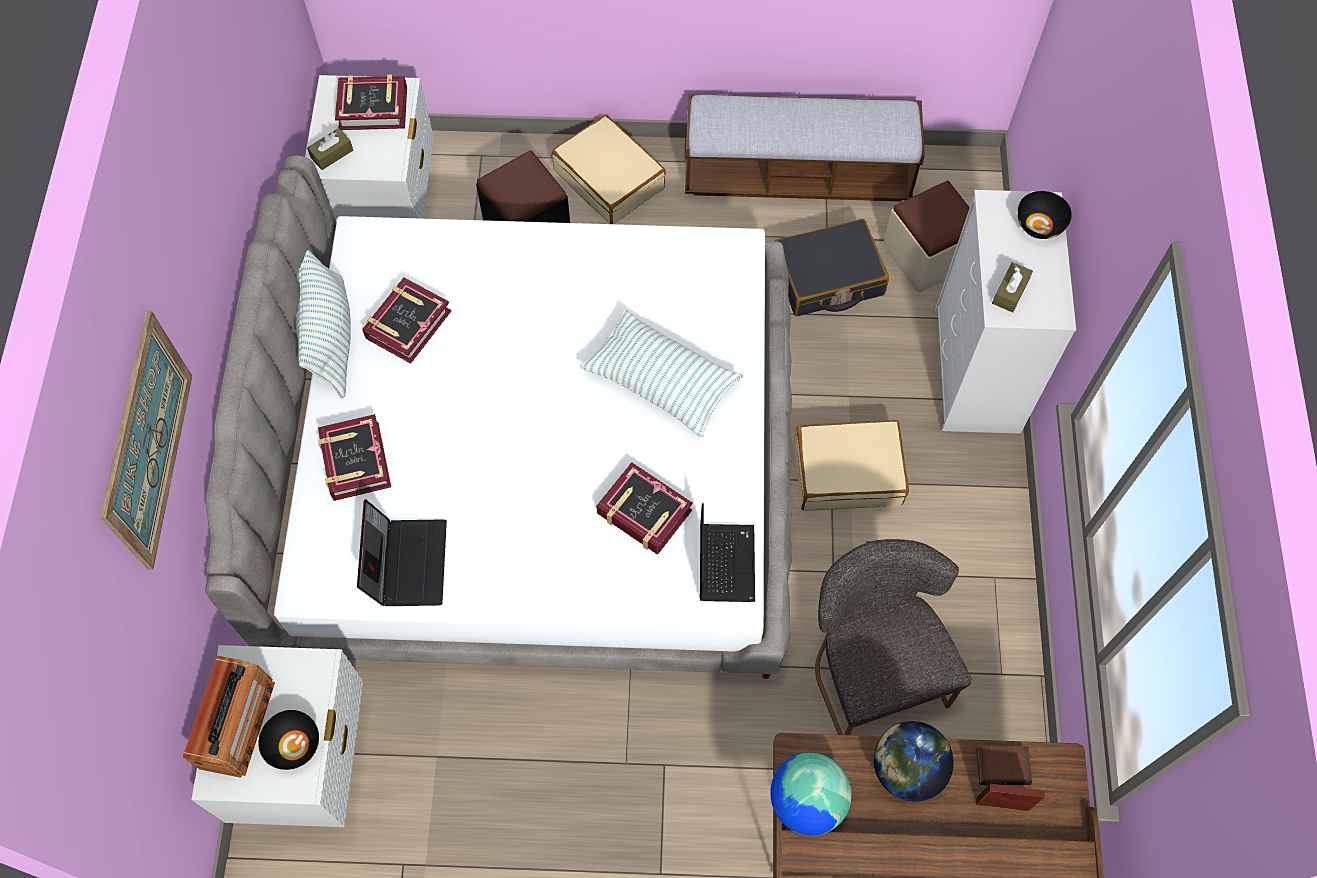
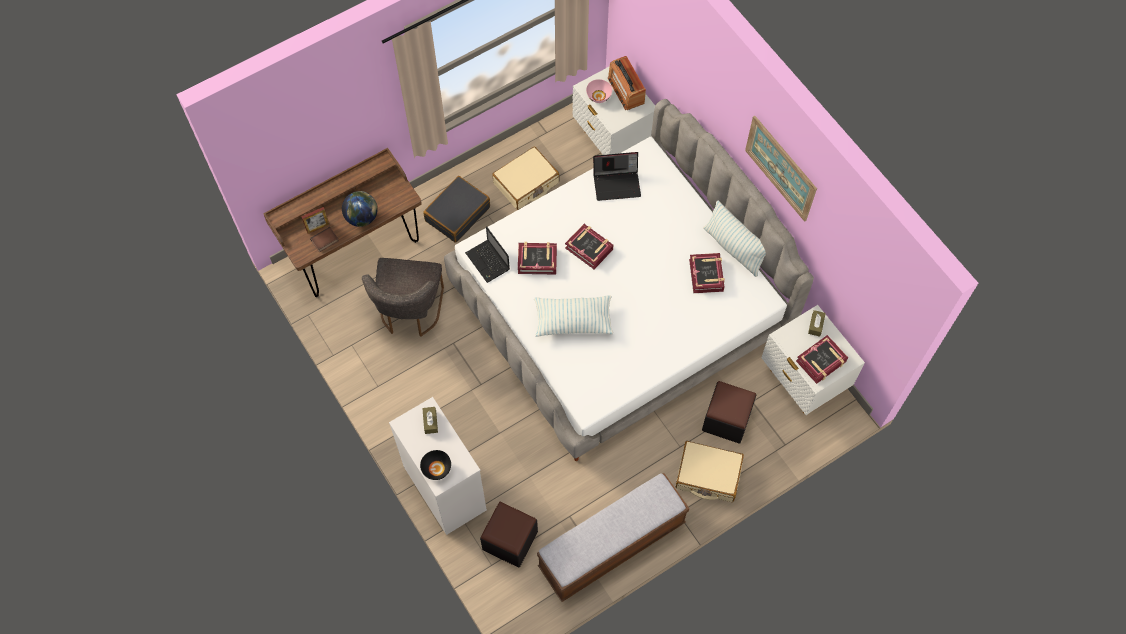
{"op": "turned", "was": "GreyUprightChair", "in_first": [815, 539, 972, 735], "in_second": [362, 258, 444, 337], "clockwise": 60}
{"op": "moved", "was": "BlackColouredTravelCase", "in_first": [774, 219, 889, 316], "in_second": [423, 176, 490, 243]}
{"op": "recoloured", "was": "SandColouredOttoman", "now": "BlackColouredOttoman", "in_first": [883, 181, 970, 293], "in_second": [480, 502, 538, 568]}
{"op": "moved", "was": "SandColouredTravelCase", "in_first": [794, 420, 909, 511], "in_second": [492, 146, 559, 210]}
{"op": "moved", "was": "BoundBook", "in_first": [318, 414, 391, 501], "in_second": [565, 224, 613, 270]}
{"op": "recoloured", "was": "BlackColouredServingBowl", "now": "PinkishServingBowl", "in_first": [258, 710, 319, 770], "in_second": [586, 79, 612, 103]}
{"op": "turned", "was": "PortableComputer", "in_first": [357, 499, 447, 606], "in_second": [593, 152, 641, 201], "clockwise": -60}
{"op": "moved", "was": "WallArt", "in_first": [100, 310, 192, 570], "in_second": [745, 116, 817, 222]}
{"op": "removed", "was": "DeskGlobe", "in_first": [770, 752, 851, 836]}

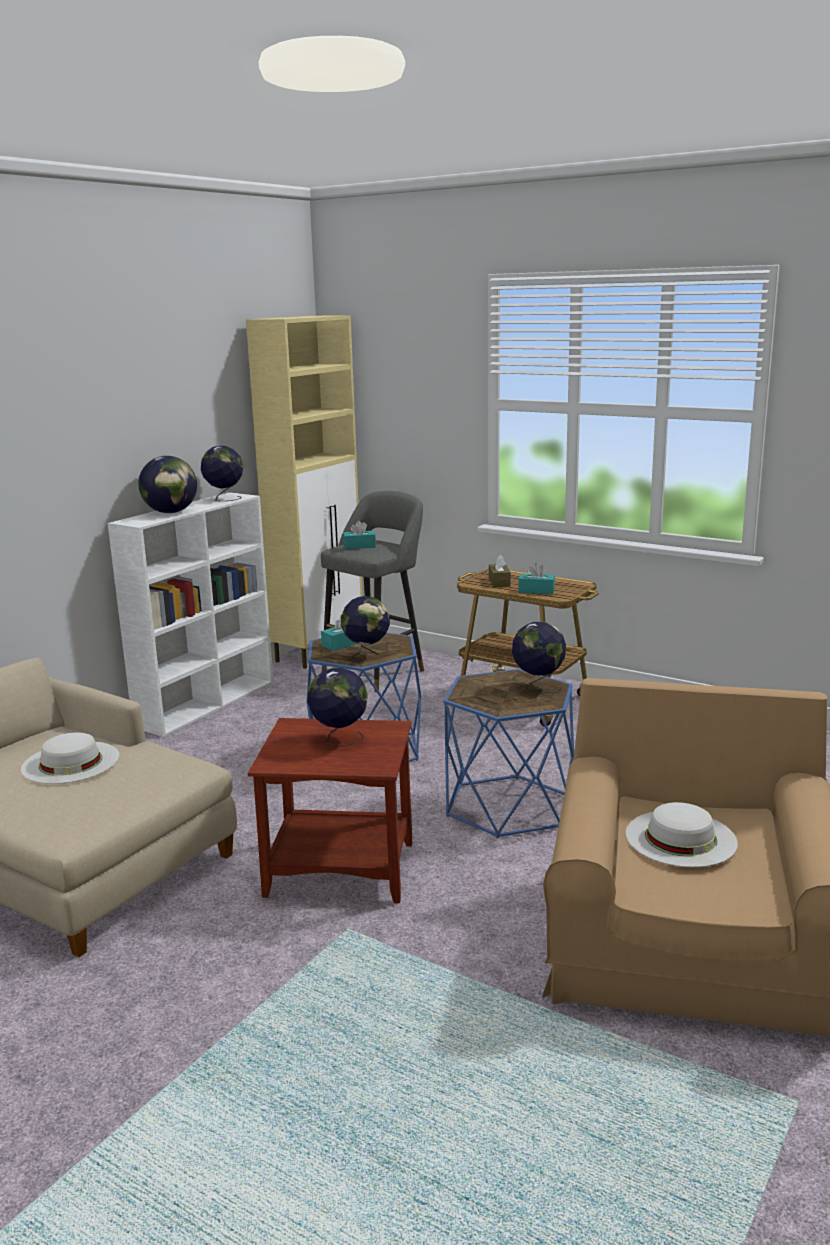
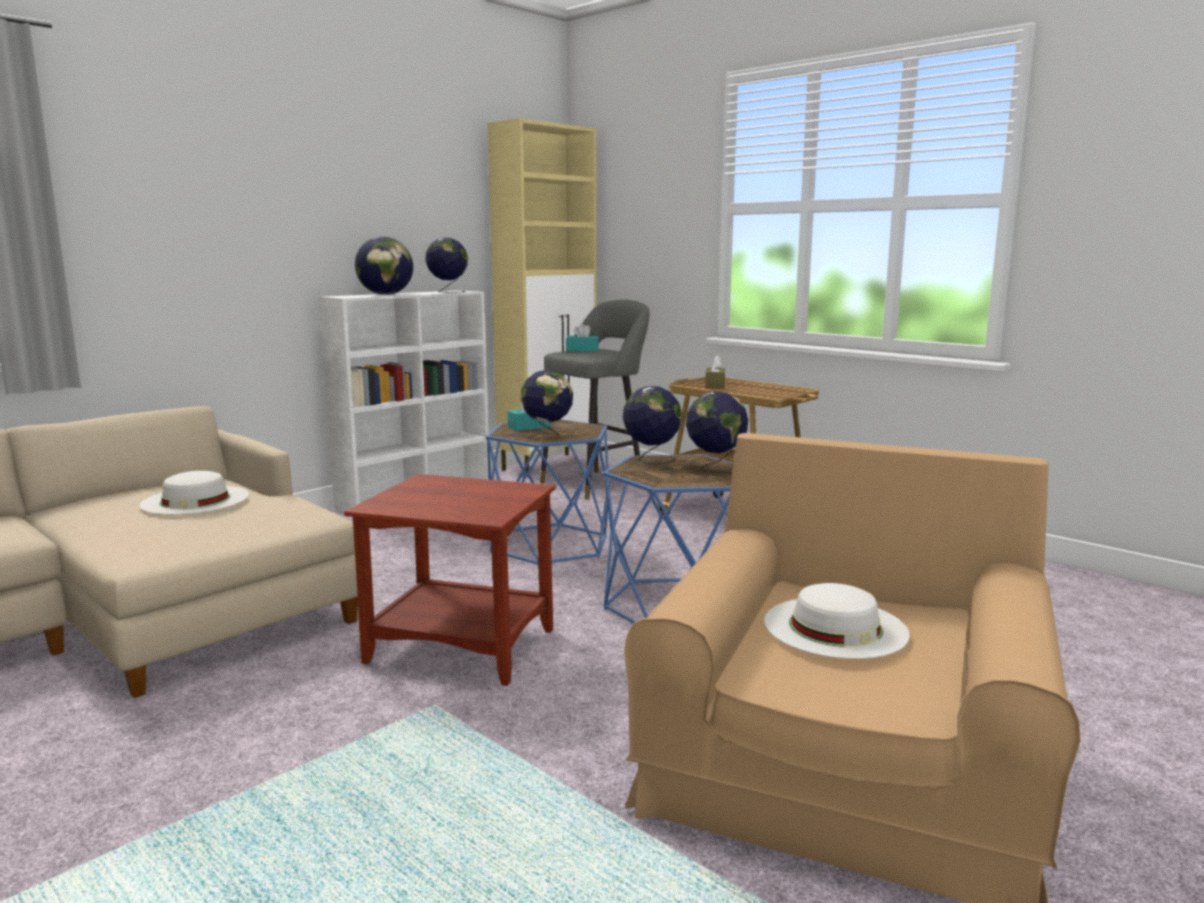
{"op": "moved", "was": "DeskGlobe", "in_first": [307, 667, 368, 746], "in_second": [622, 386, 682, 464]}
{"op": "removed", "was": "BlueGreenTissueBox", "in_first": [518, 563, 555, 594]}

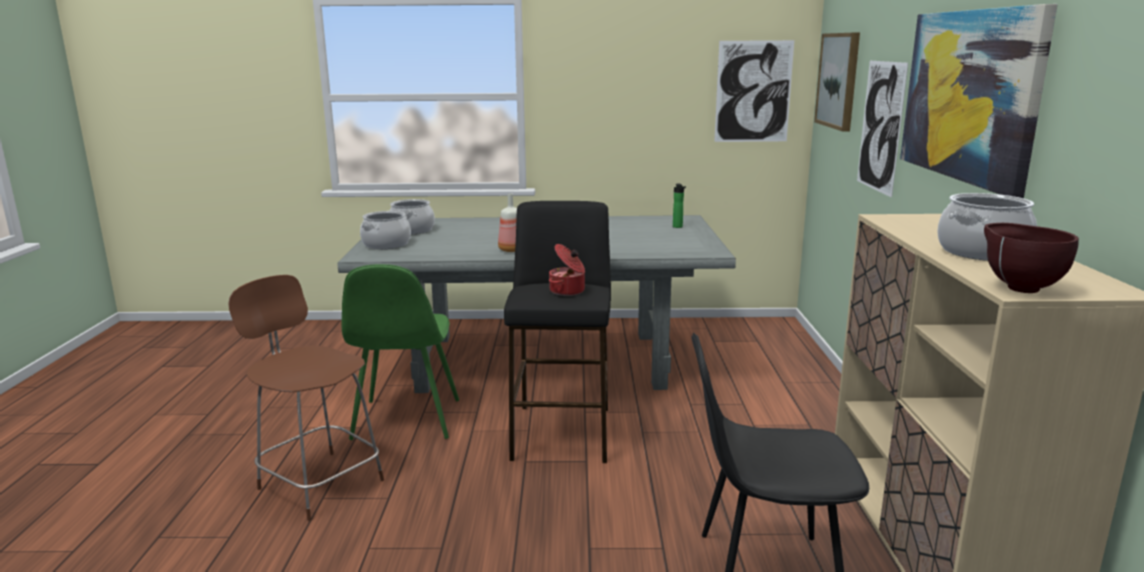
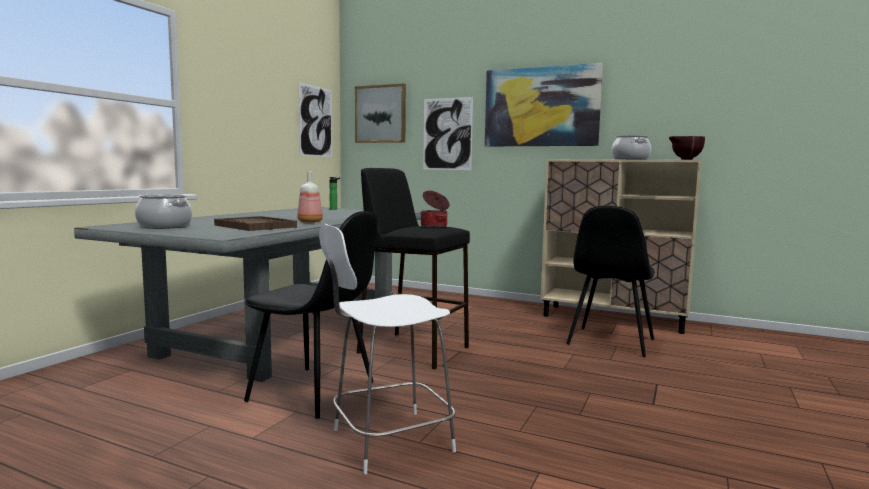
{"op": "added", "now": "BrownColouredServingTray", "in_second": [214, 216, 297, 231]}
{"op": "recoloured", "was": "GreenColouredUprightChair", "now": "BlackColouredUprightChair", "in_first": [341, 264, 459, 440], "in_second": [244, 211, 378, 419]}
{"op": "recoloured", "was": "BrownColouredSittingStool", "now": "WhiteSittingStool", "in_first": [228, 275, 384, 521], "in_second": [319, 224, 456, 474]}
{"op": "removed", "was": "Stockpot", "in_first": [360, 211, 411, 249]}

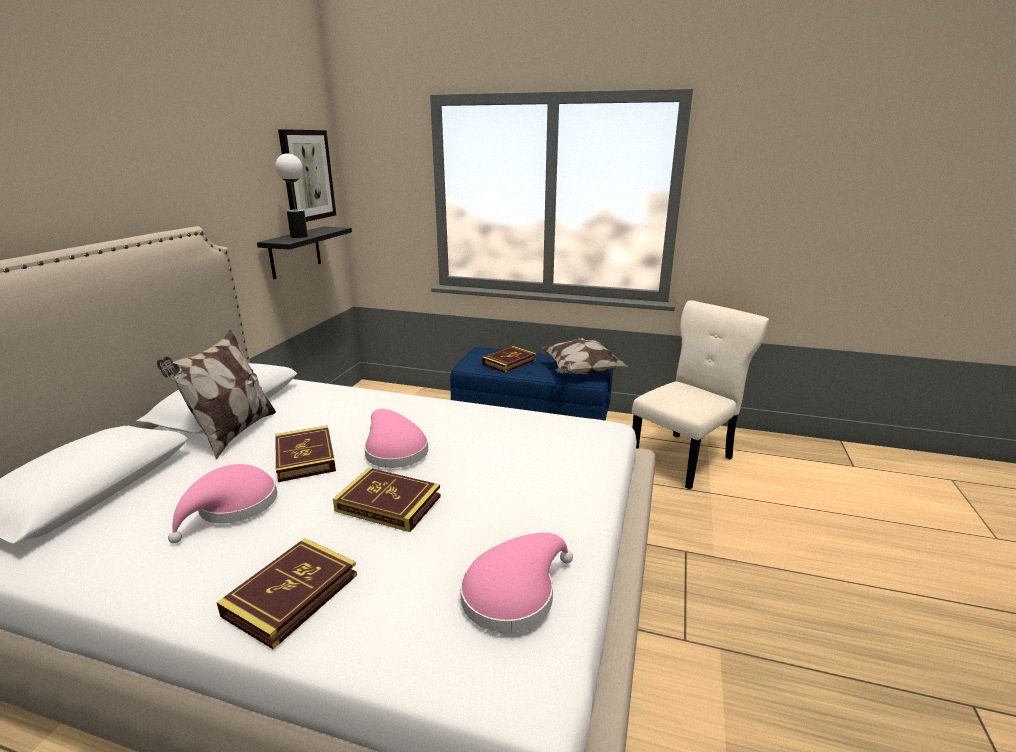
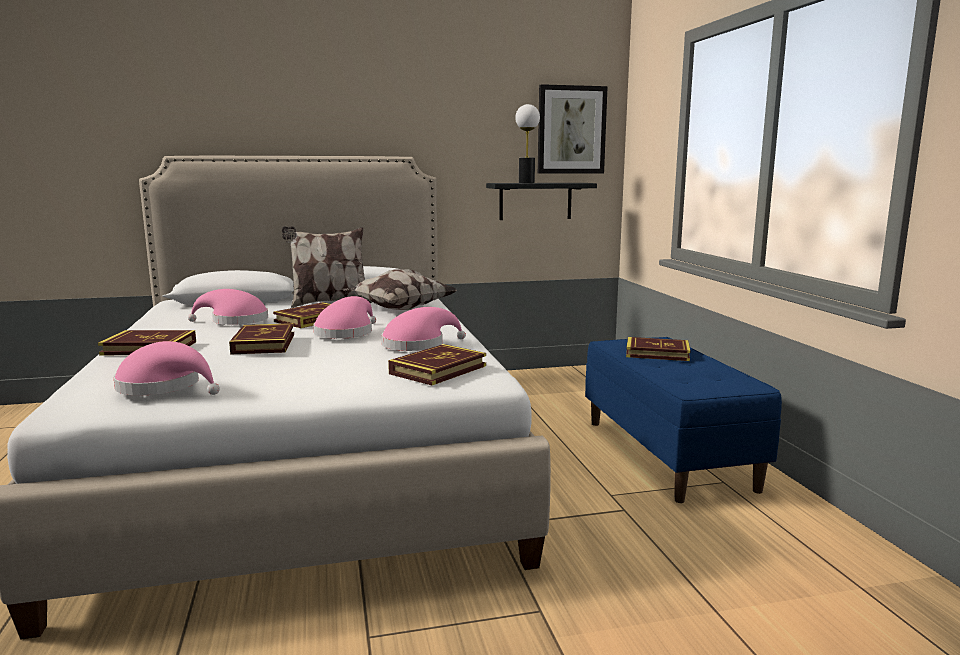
{"op": "moved", "was": "Pillow", "in_first": [541, 338, 628, 374], "in_second": [340, 269, 457, 310]}
{"op": "added", "now": "PinkishClothingHat", "in_second": [381, 307, 466, 351]}
{"op": "added", "now": "BoundBook", "in_second": [388, 344, 486, 385]}
{"op": "removed", "was": "SandColouredUprightChair", "in_first": [632, 300, 769, 490]}

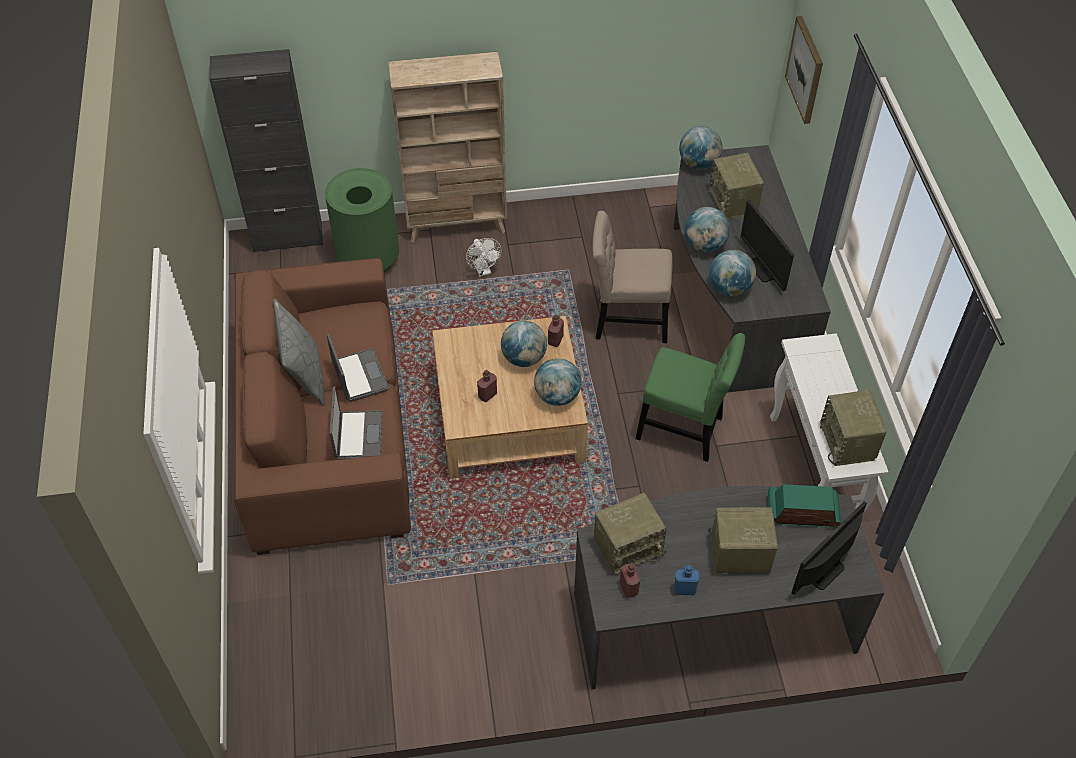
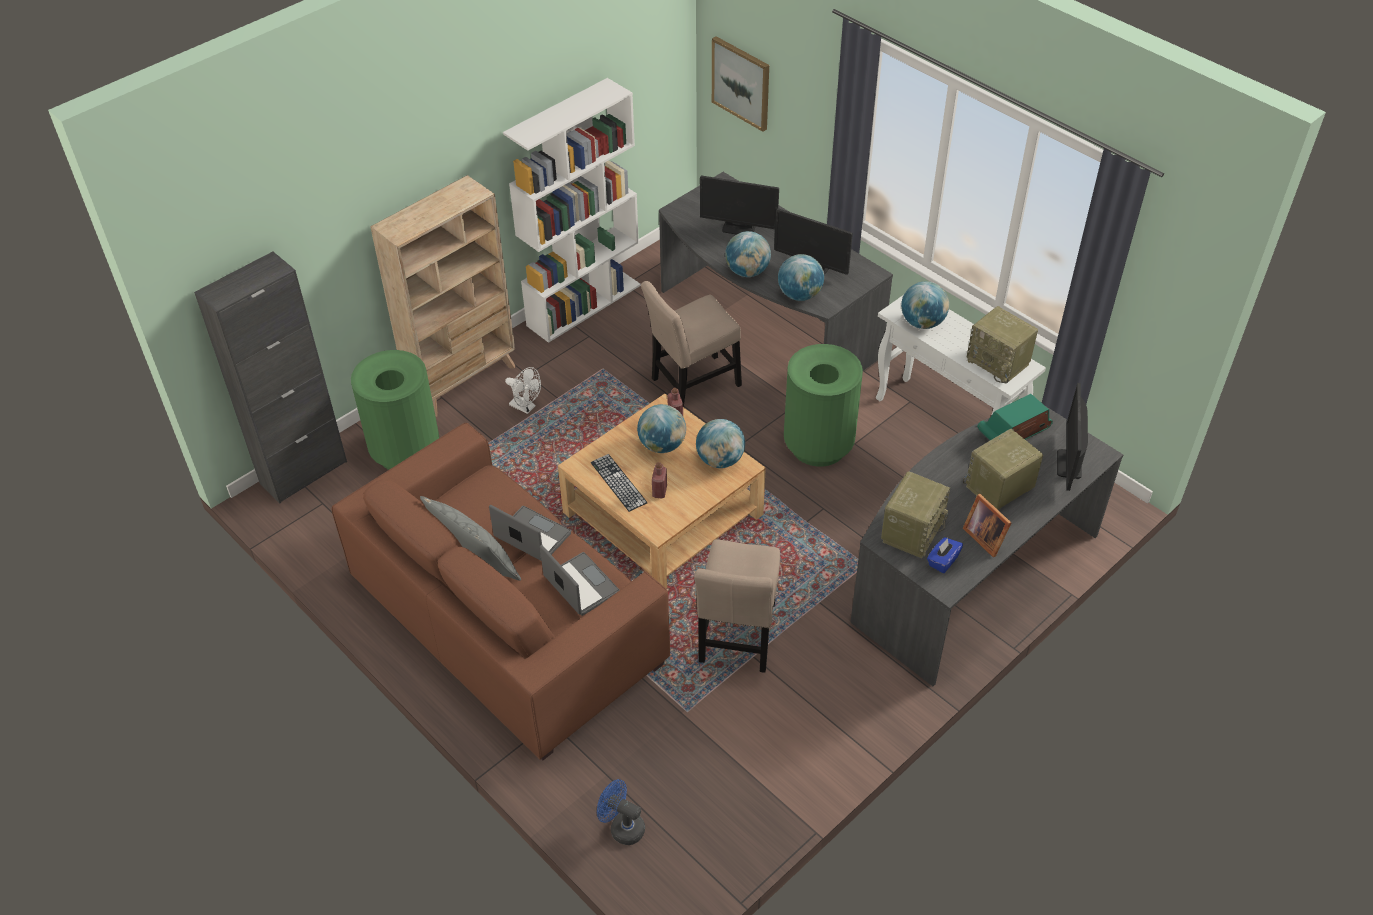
{"op": "added", "now": "WhiteBookshelf", "in_second": [503, 78, 641, 343]}
{"op": "added", "now": "PcKeyboard", "in_second": [591, 454, 648, 512]}
{"op": "added", "now": "BlueColouredElectricFan", "in_second": [597, 779, 645, 845]}
{"op": "added", "now": "SandColouredUprightChair", "in_second": [694, 539, 780, 673]}
{"op": "replaced", "was": "Radio", "now": "ComputerDisplay", "in_first": [709, 153, 764, 219], "in_second": [700, 175, 779, 235]}
{"op": "replaced", "was": "GreenColouredUprightChair", "now": "GreenColouredRubbishBin", "in_first": [635, 333, 745, 462], "in_second": [784, 344, 863, 467]}
{"op": "moved", "was": "DeskGlobe", "in_first": [679, 126, 722, 170], "in_second": [901, 281, 949, 329]}
{"op": "replaced", "was": "ReddishBeverageBottle", "now": "BlueColouredTissueBox", "in_first": [620, 563, 640, 598], "in_second": [927, 537, 963, 573]}
{"op": "replaced", "was": "BlueColouredBeverageBottle", "now": "StandingFrame", "in_first": [674, 565, 700, 595], "in_second": [963, 494, 1011, 557]}

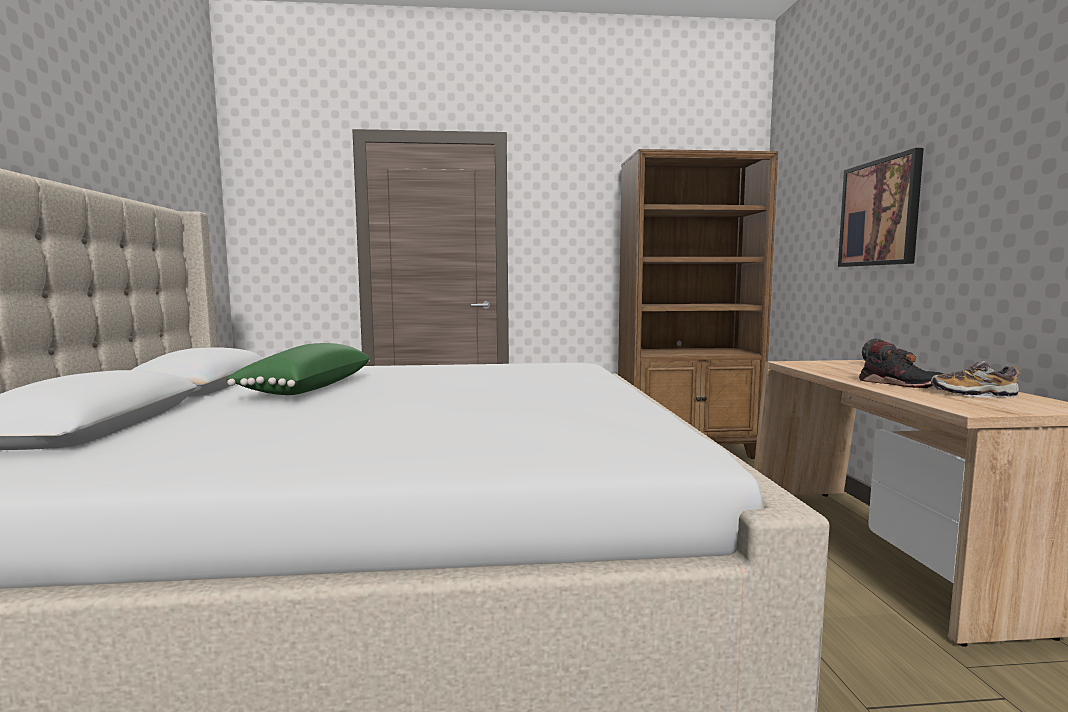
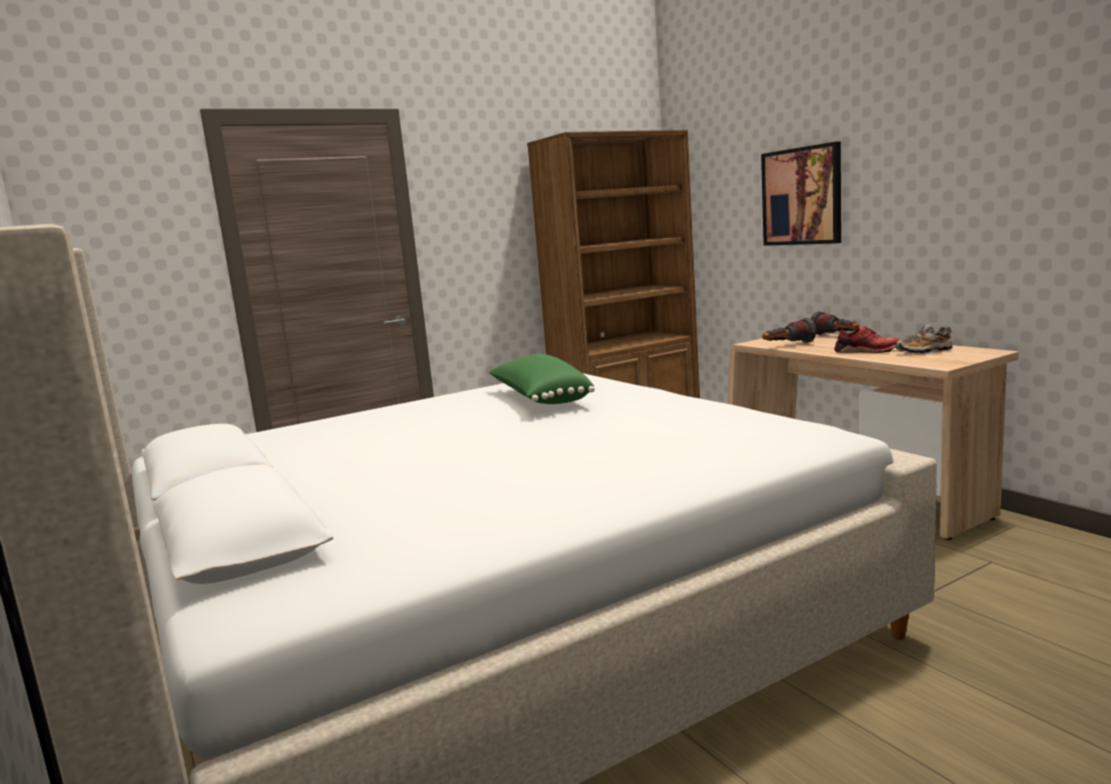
{"op": "moved", "was": "GreenColouredPillow", "in_first": [226, 343, 370, 395], "in_second": [489, 354, 595, 404]}
{"op": "added", "now": "Torch", "in_second": [762, 318, 816, 343]}
{"op": "recoloured", "was": "BlackColouredShoe", "now": "ReddishShoe", "in_first": [859, 353, 943, 388], "in_second": [834, 326, 899, 353]}

